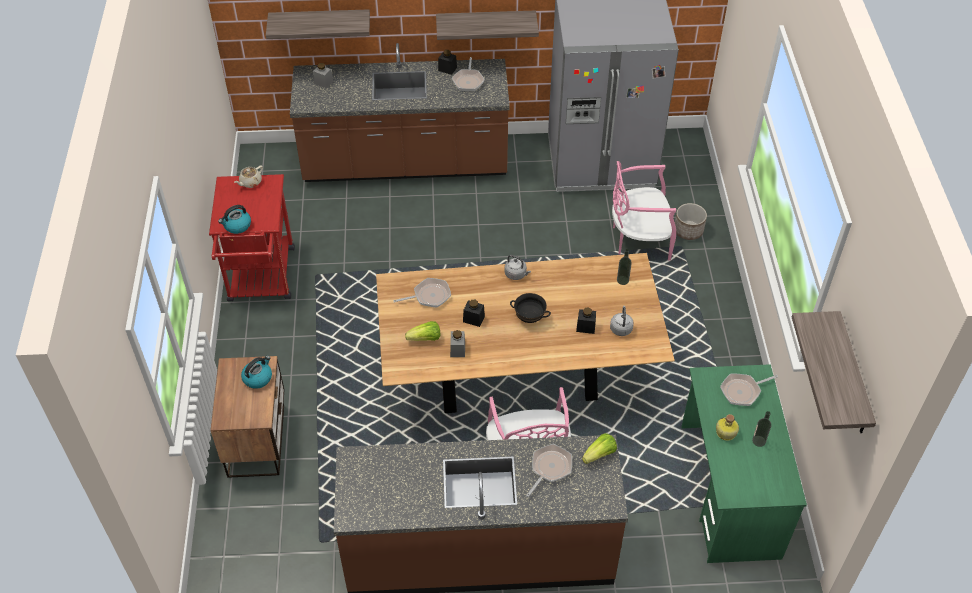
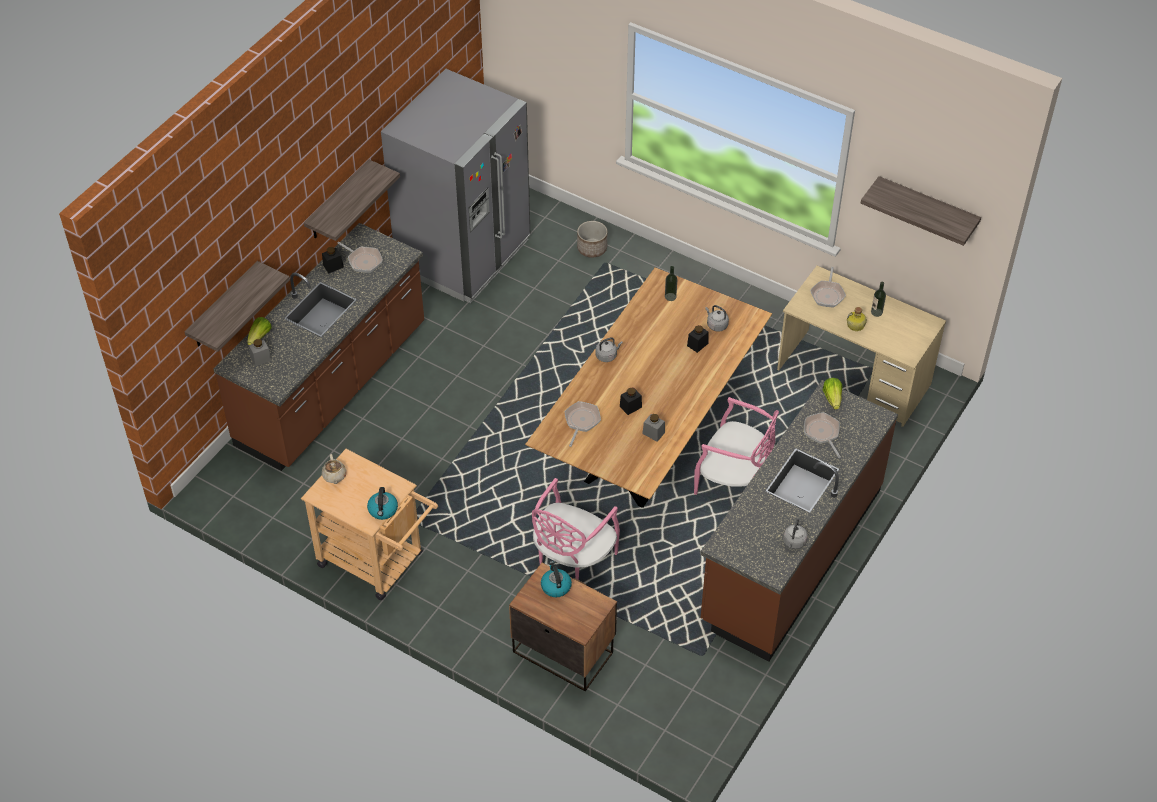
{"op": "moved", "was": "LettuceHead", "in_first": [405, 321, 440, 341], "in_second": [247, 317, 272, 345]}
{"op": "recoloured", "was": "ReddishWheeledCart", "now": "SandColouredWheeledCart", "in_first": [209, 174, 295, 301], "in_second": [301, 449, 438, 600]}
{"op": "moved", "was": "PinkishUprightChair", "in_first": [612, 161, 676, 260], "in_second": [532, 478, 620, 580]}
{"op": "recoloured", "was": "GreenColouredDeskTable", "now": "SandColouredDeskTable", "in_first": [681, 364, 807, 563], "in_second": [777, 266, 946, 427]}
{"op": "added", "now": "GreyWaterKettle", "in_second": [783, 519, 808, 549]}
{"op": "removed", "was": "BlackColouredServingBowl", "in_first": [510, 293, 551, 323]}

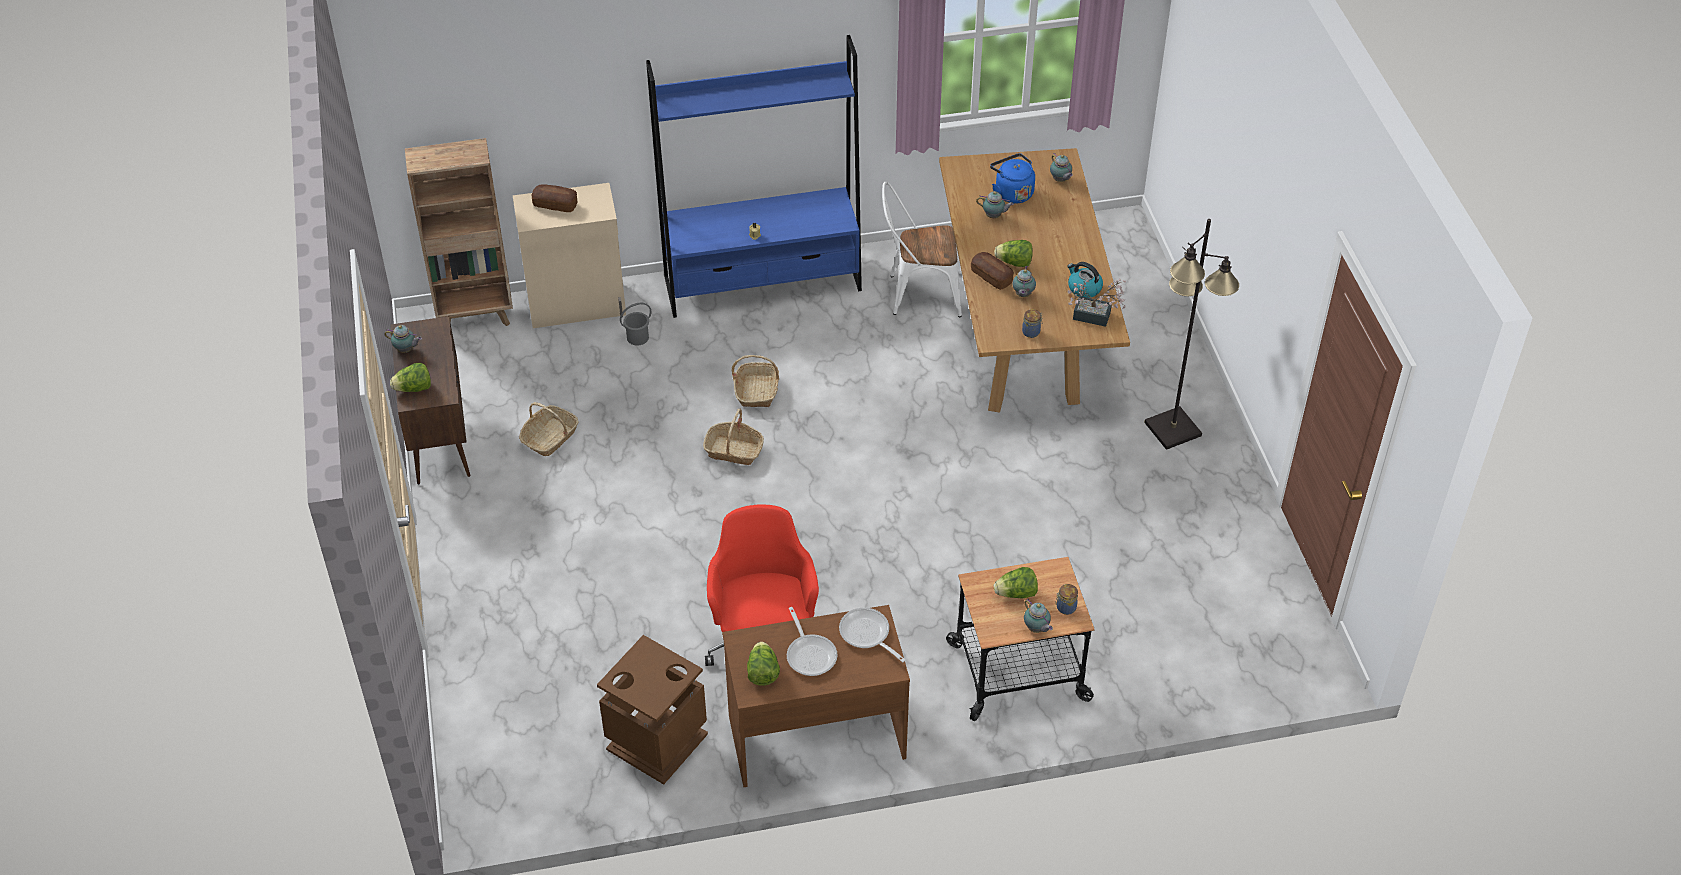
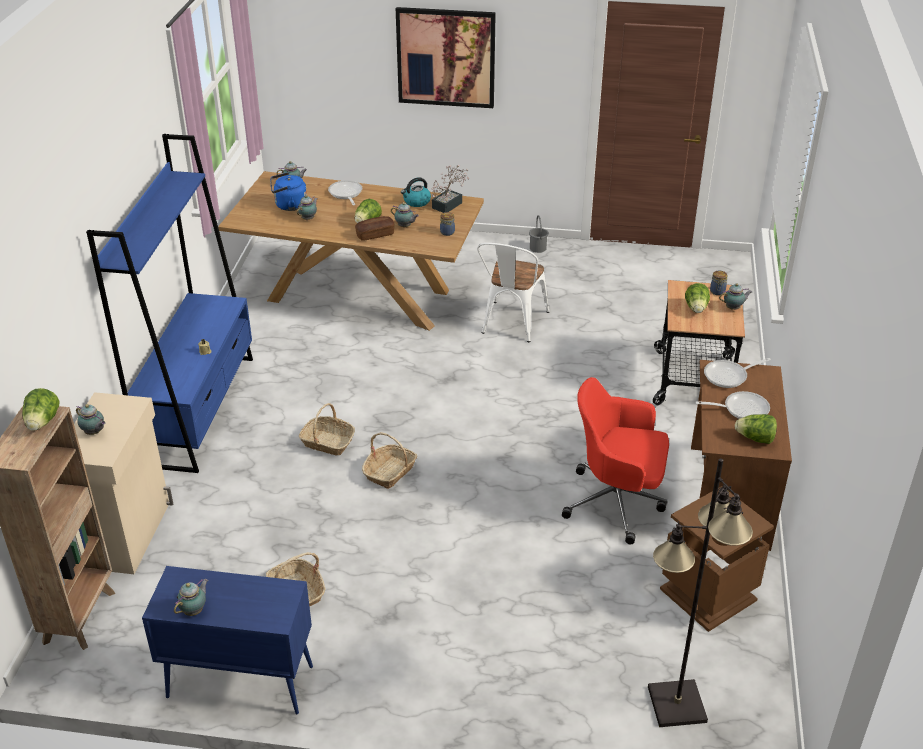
{"op": "moved", "was": "LettuceHead", "in_first": [390, 363, 431, 392], "in_second": [22, 388, 60, 431]}
{"op": "replaced", "was": "Bread", "now": "PotForTea", "in_first": [531, 184, 577, 212], "in_second": [76, 404, 106, 435]}
{"op": "recoloured", "was": "BrownColouredCupboard", "now": "BlueColouredCupboard", "in_first": [390, 316, 471, 484], "in_second": [142, 566, 313, 714]}
{"op": "added", "now": "Skillet", "in_second": [328, 180, 362, 205]}
{"op": "added", "now": "WallArt", "in_second": [396, 7, 496, 108]}
{"op": "moved", "was": "WhiteUprightChair", "in_first": [882, 182, 962, 317], "in_second": [477, 243, 549, 342]}
{"op": "moved", "was": "GreyBucket", "in_first": [620, 303, 651, 345], "in_second": [529, 215, 549, 253]}
{"op": "moved", "was": "BlackColouredFloorLamp", "in_first": [1144, 219, 1239, 450], "in_second": [648, 458, 753, 727]}

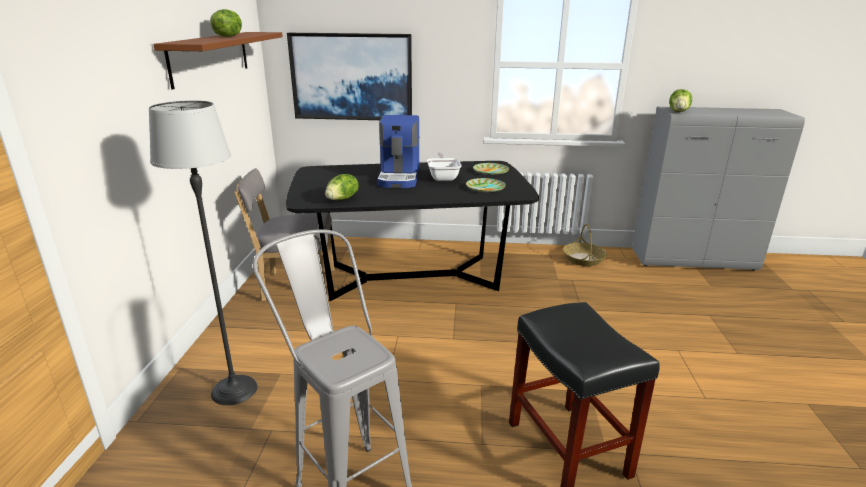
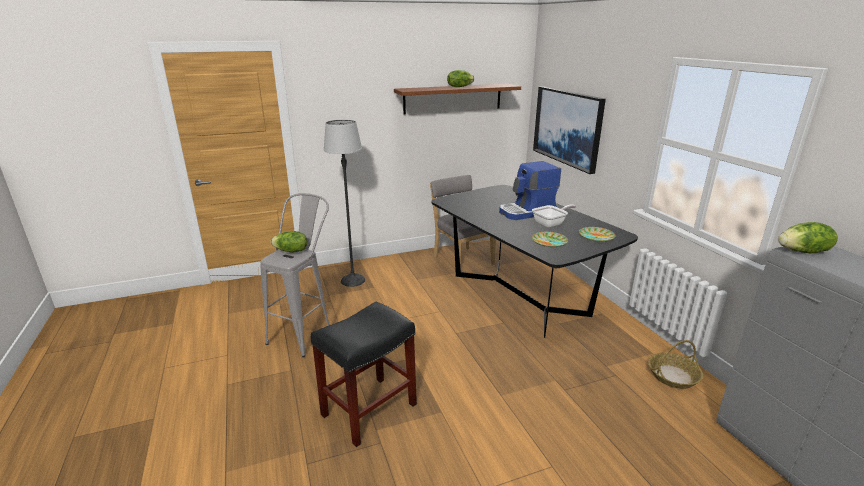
{"op": "moved", "was": "LettuceHead", "in_first": [325, 174, 358, 200], "in_second": [271, 231, 307, 252]}

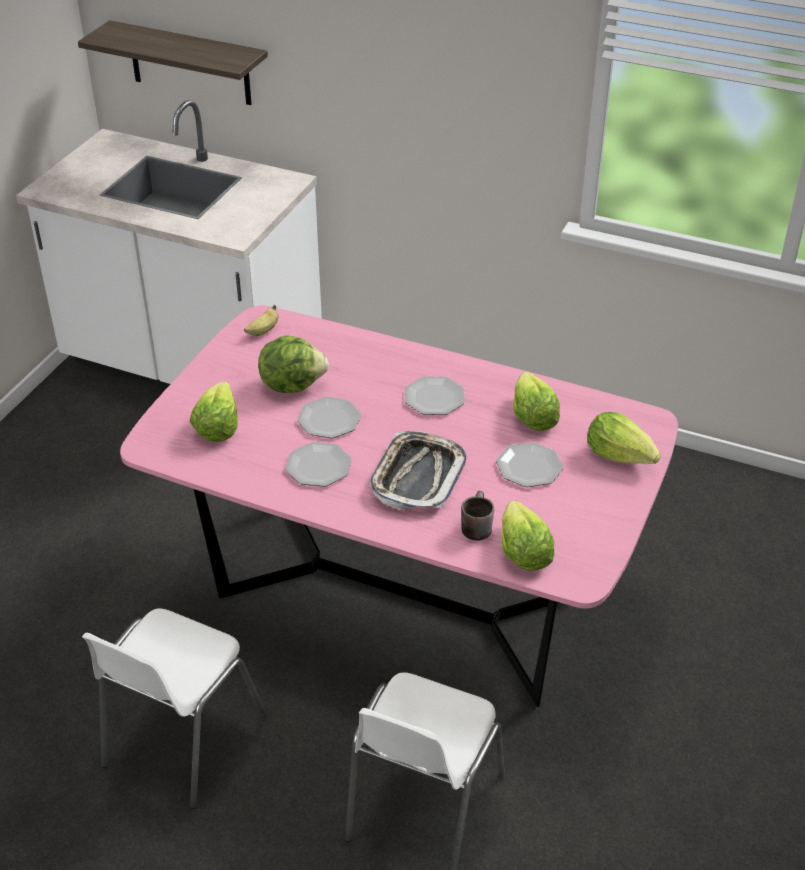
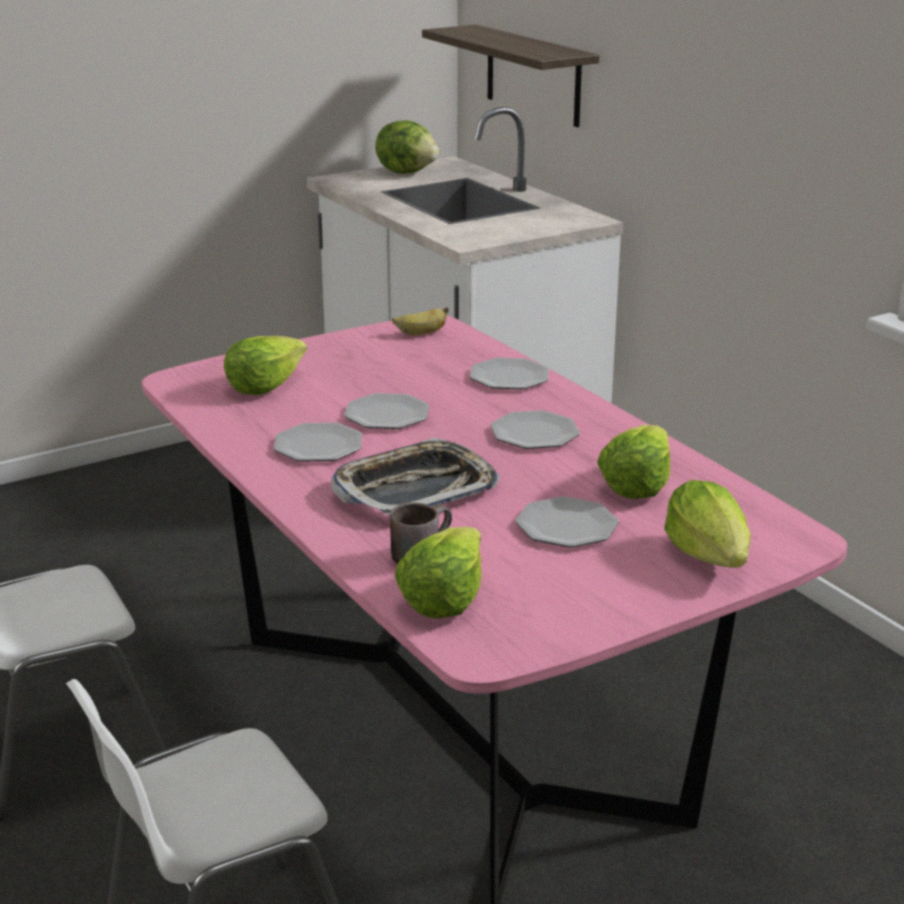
{"op": "moved", "was": "LettuceHead", "in_first": [258, 335, 329, 393], "in_second": [375, 120, 439, 174]}
{"op": "added", "now": "Plate", "in_second": [470, 357, 549, 389]}

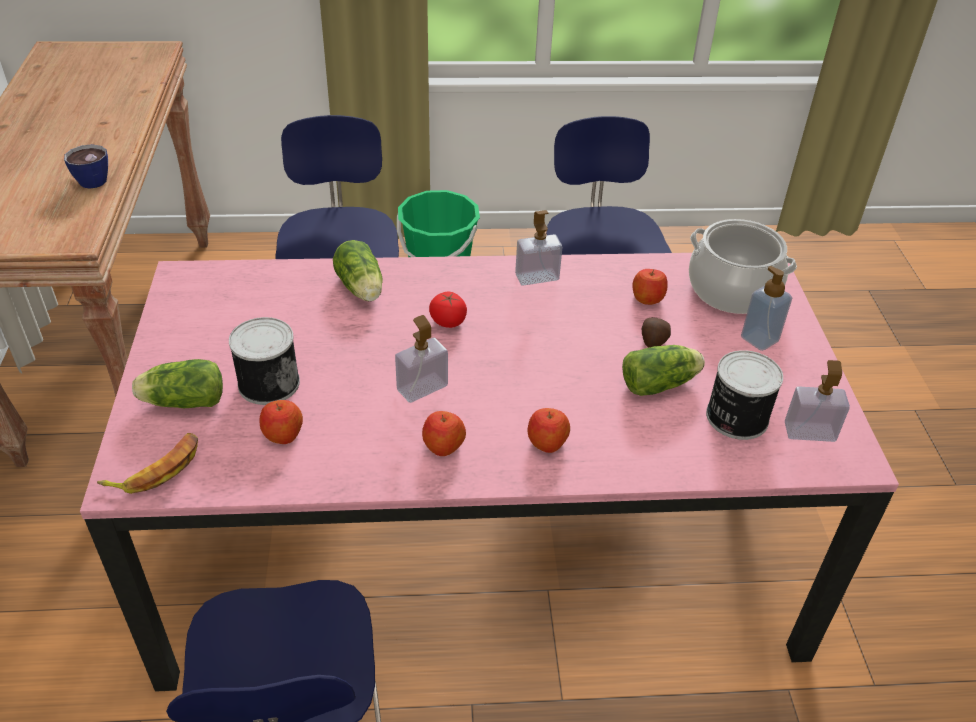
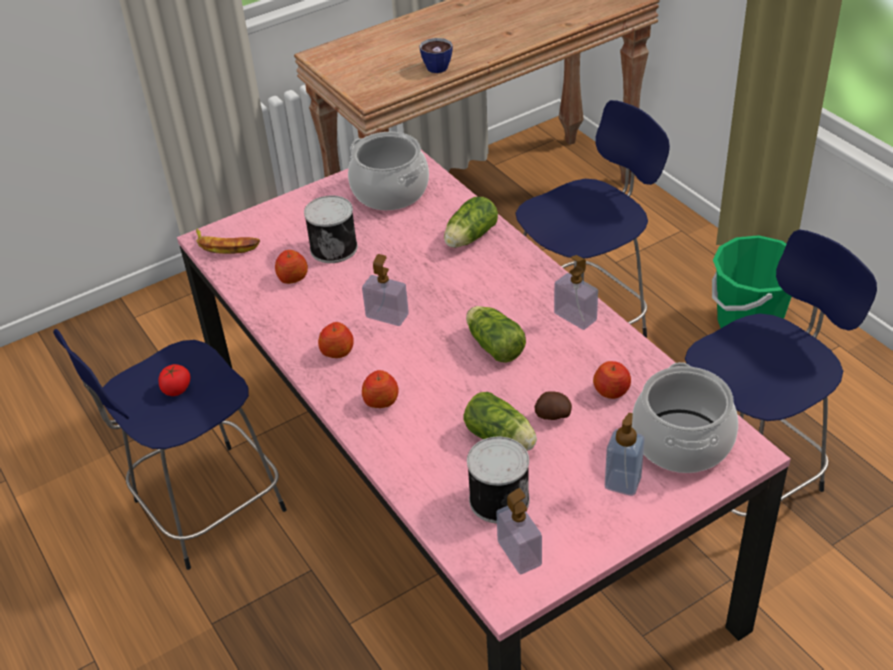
{"op": "moved", "was": "WholeTomato", "in_first": [429, 292, 467, 328], "in_second": [158, 364, 190, 396]}
{"op": "added", "now": "Stockpot", "in_second": [348, 132, 429, 210]}
{"op": "moved", "was": "LettuceHead", "in_first": [132, 359, 223, 408], "in_second": [466, 306, 526, 363]}

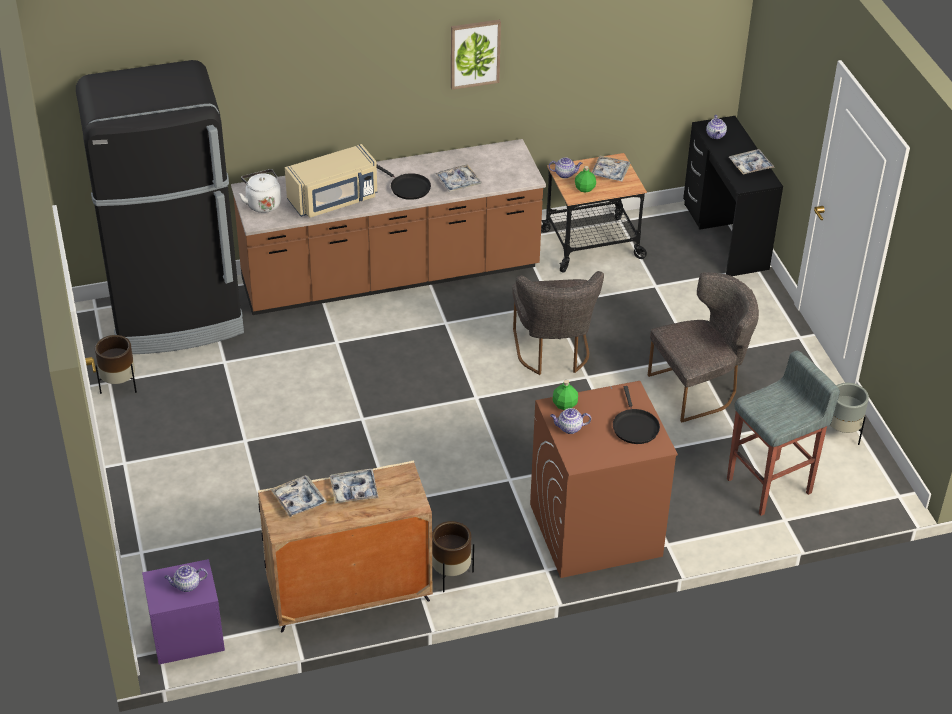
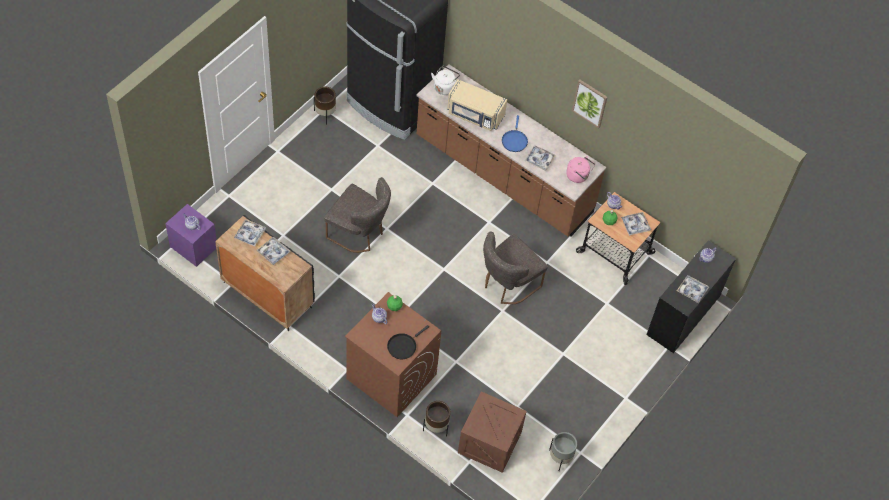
{"op": "recoloured", "was": "SandColouredCupboard", "now": "BlackColouredCupboard", "in_first": [258, 460, 433, 632], "in_second": [215, 215, 315, 331]}
{"op": "moved", "was": "GreyUprightChair", "in_first": [648, 272, 759, 423], "in_second": [324, 177, 391, 253]}
{"op": "moved", "was": "BrownColouredPlantPot", "in_first": [432, 521, 474, 592], "in_second": [423, 401, 451, 437]}
{"op": "replaced", "was": "GreySittingStool", "now": "Crate", "in_first": [727, 351, 840, 516], "in_second": [458, 391, 527, 473]}
{"op": "recoloured", "was": "BlackColouredSkillet", "now": "BlueColouredSkillet", "in_first": [377, 165, 431, 200], "in_second": [502, 115, 528, 152]}
{"op": "added", "now": "PinkishWaterKettle", "in_second": [566, 156, 595, 183]}

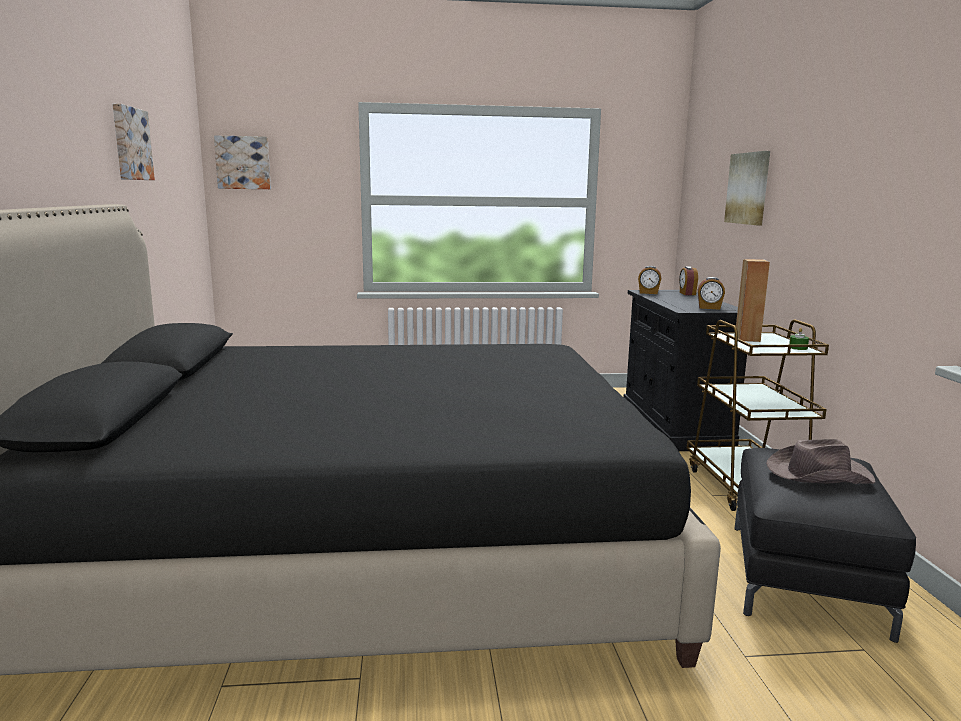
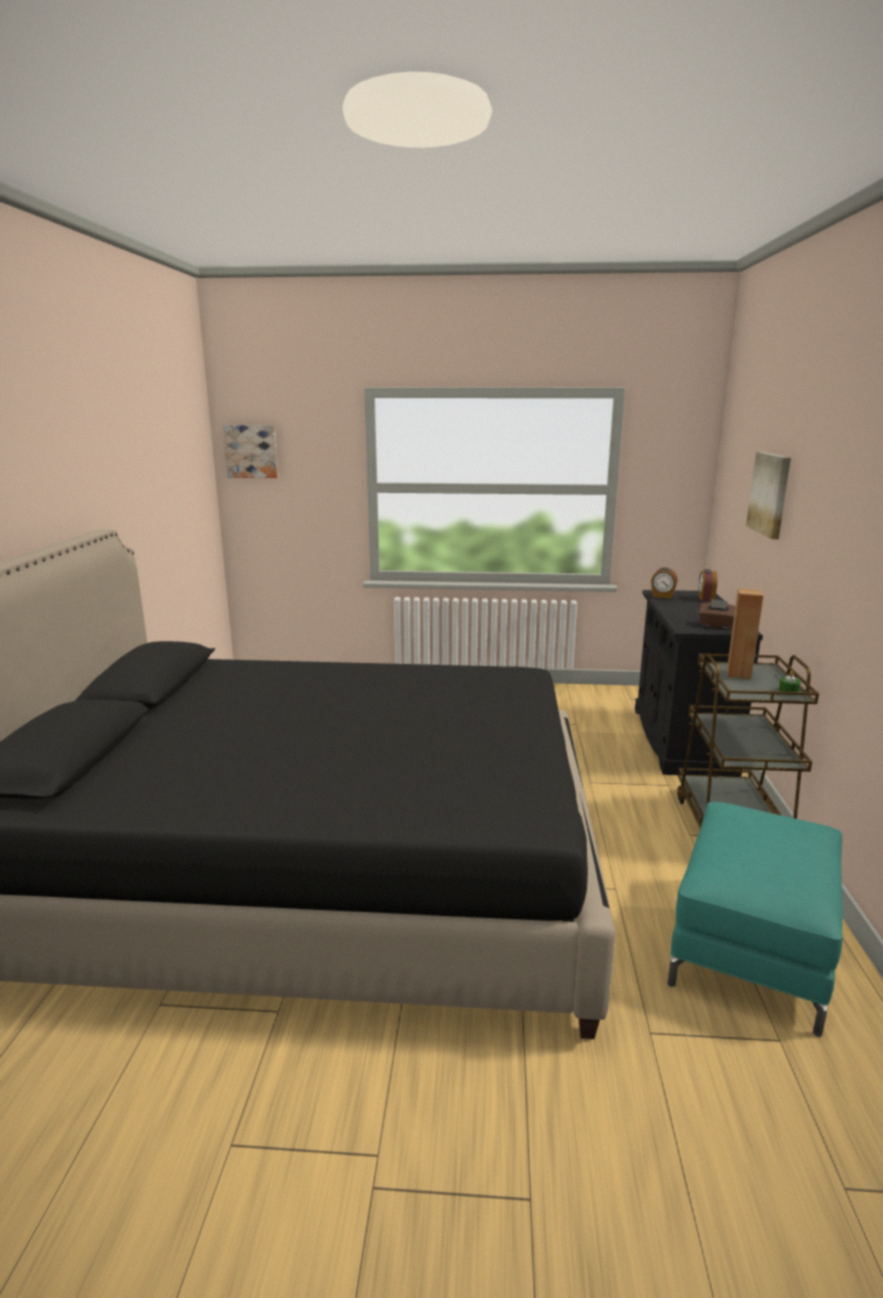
{"op": "recoloured", "was": "BlackColouredOttoman", "now": "BlueGreenOttoman", "in_first": [734, 448, 916, 643], "in_second": [667, 802, 843, 1037]}
{"op": "replaced", "was": "AlarmClock", "now": "BrownColouredTissueBox", "in_first": [698, 277, 725, 310], "in_second": [699, 599, 735, 629]}
{"op": "removed", "was": "WallArt", "in_first": [113, 104, 155, 180]}
{"op": "removed", "was": "BrownColouredClothingHat", "in_first": [766, 439, 875, 484]}

